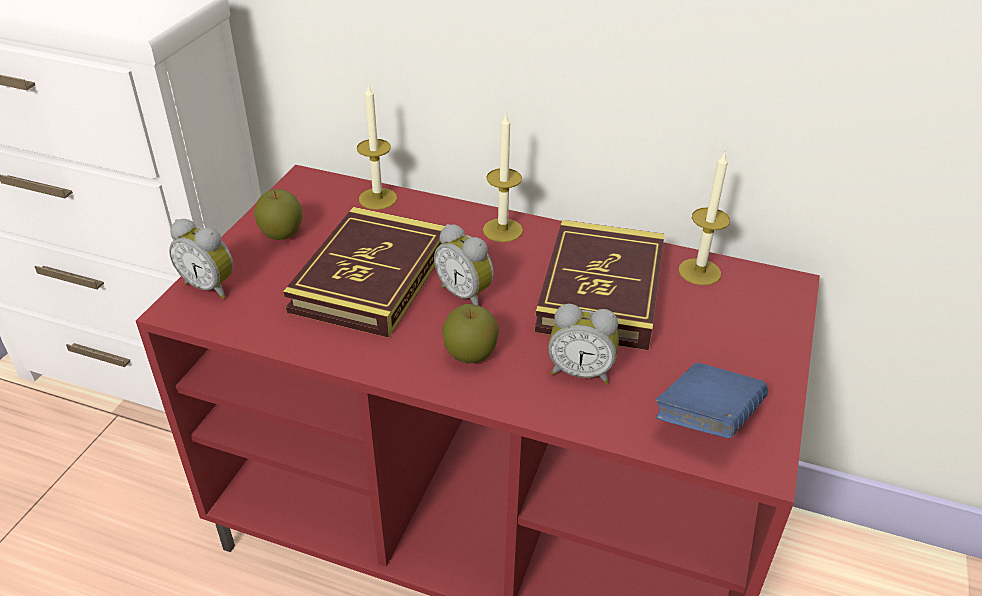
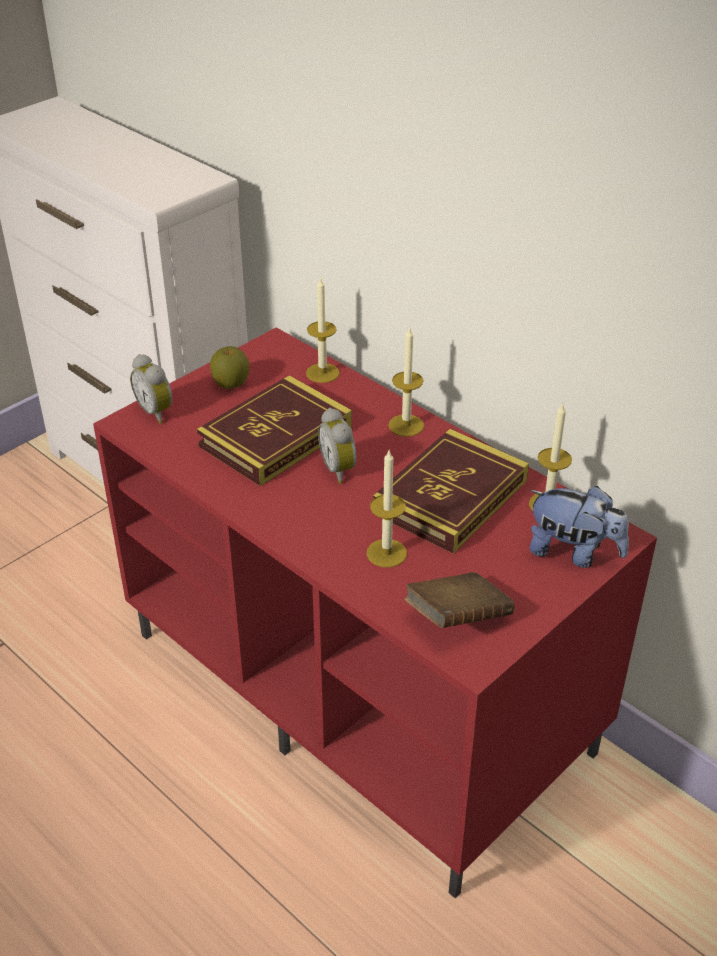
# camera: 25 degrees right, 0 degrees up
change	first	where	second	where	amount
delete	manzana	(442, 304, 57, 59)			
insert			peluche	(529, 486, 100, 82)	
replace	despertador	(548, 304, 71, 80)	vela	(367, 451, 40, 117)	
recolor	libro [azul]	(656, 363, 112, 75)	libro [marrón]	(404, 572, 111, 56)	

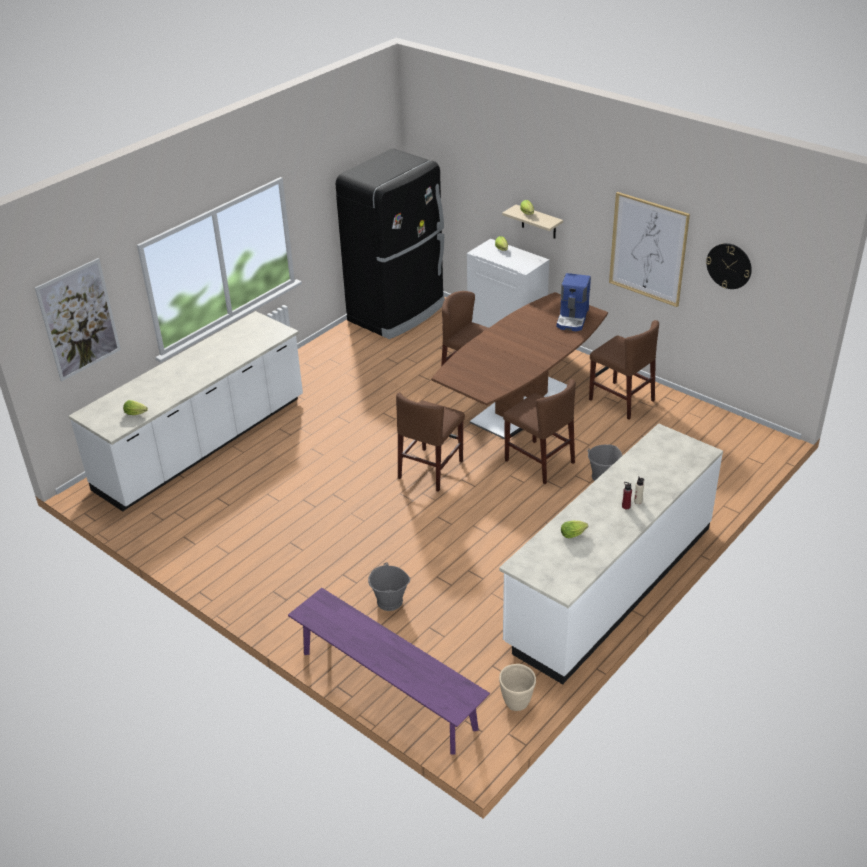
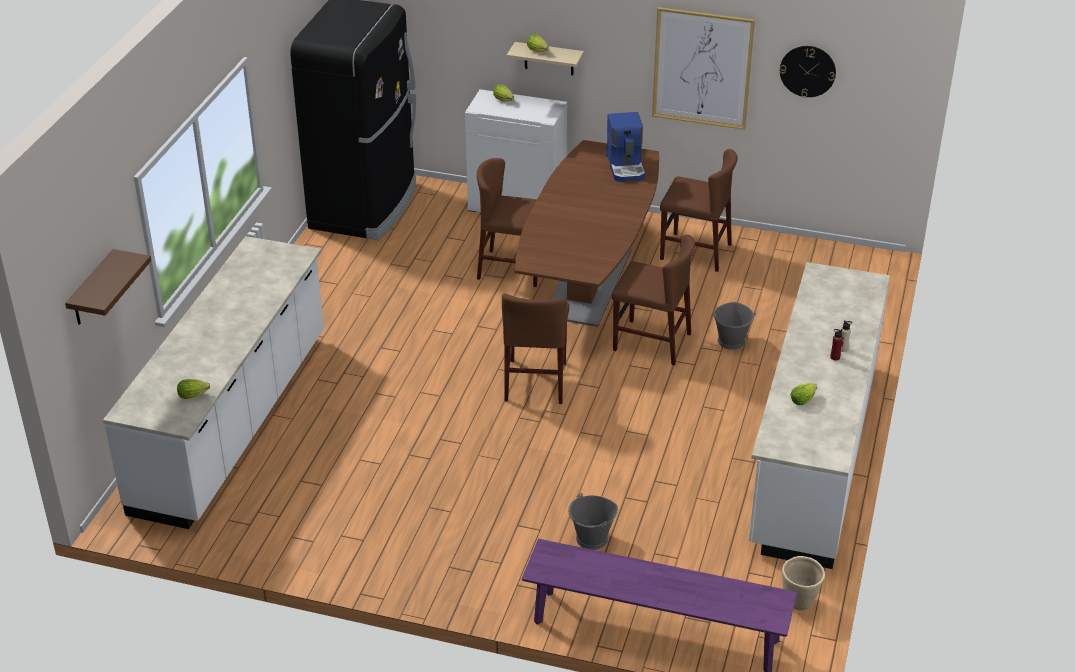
# camera: 25 degrees left, 0 degrees up
change	first	where	second	where	amount
replace	cuadro	(35, 258, 86, 124)	estante [marrón]	(65, 249, 86, 76)	

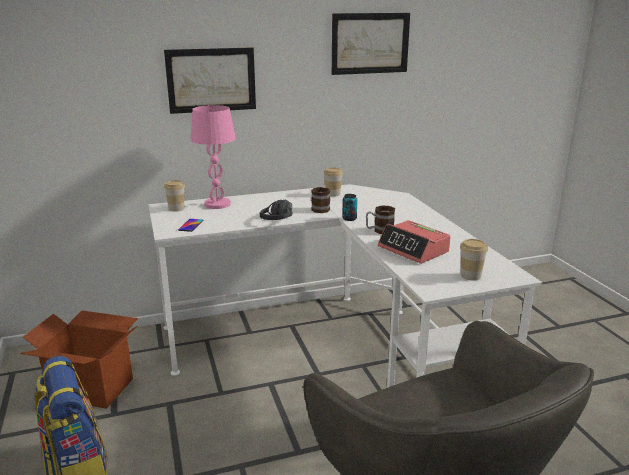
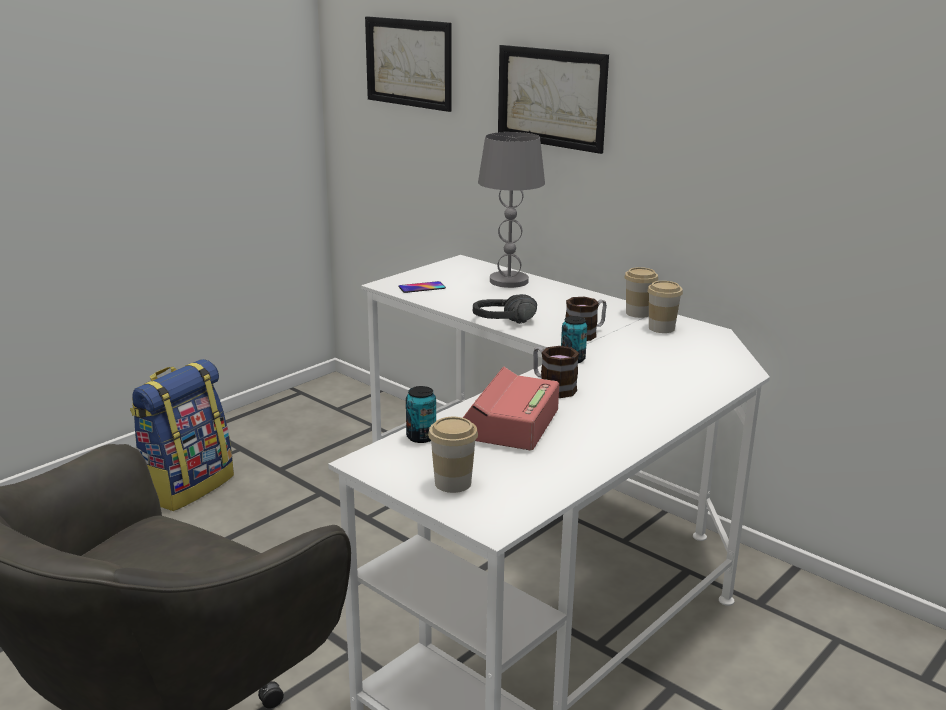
# camera: 60 degrees right, 0 degrees up
change	first	where	second	where	amount
delete	caja de cartón	(20, 310, 118, 99)			
insert			lata	(406, 386, 30, 57)	
move	taza	(164, 180, 21, 32)		(624, 267, 34, 51)	
move	cuadro	(332, 13, 78, 62)		(365, 16, 86, 96)	
recolor	lámpara de mesa [rosa]	(190, 105, 46, 104)	lámpara de mesa [gris]	(478, 132, 67, 156)	

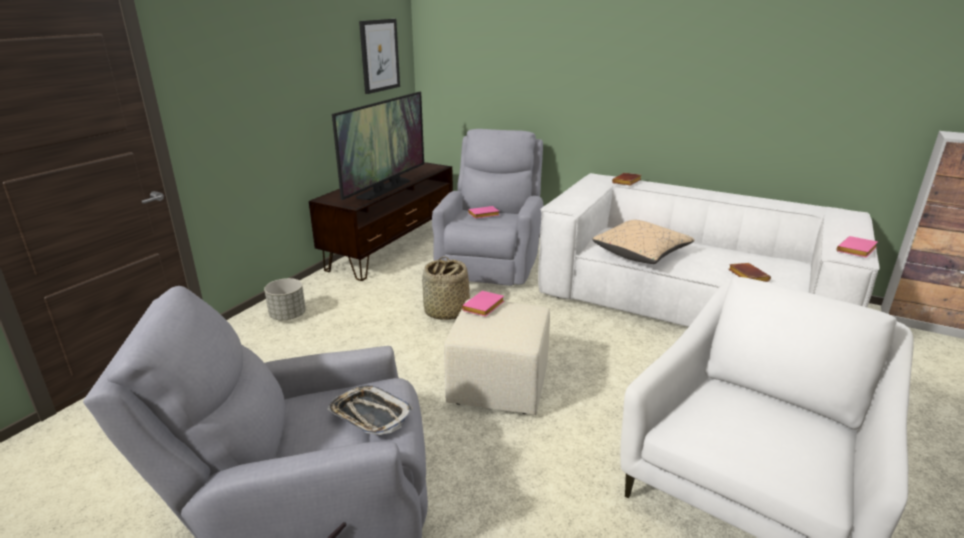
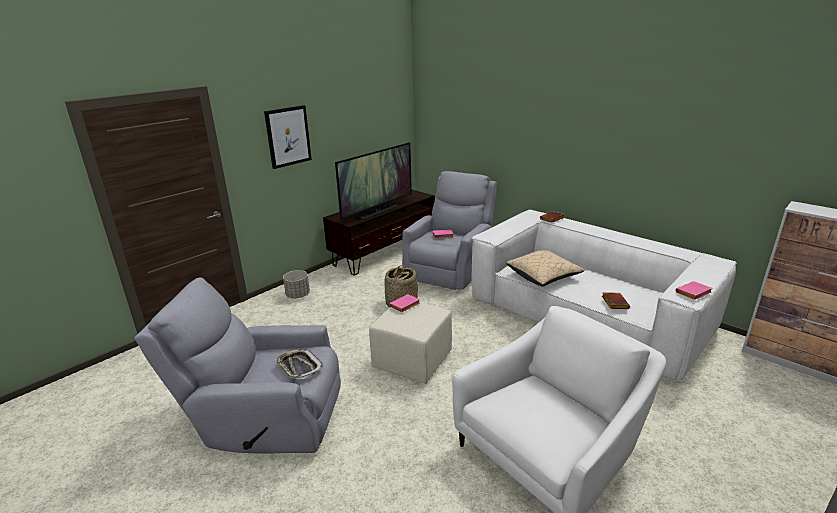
# camera: 15 degrees right, 0 degrees up
change	first	where	second	where	amount
move	cuadro	(359, 19, 41, 75)		(264, 105, 48, 64)	

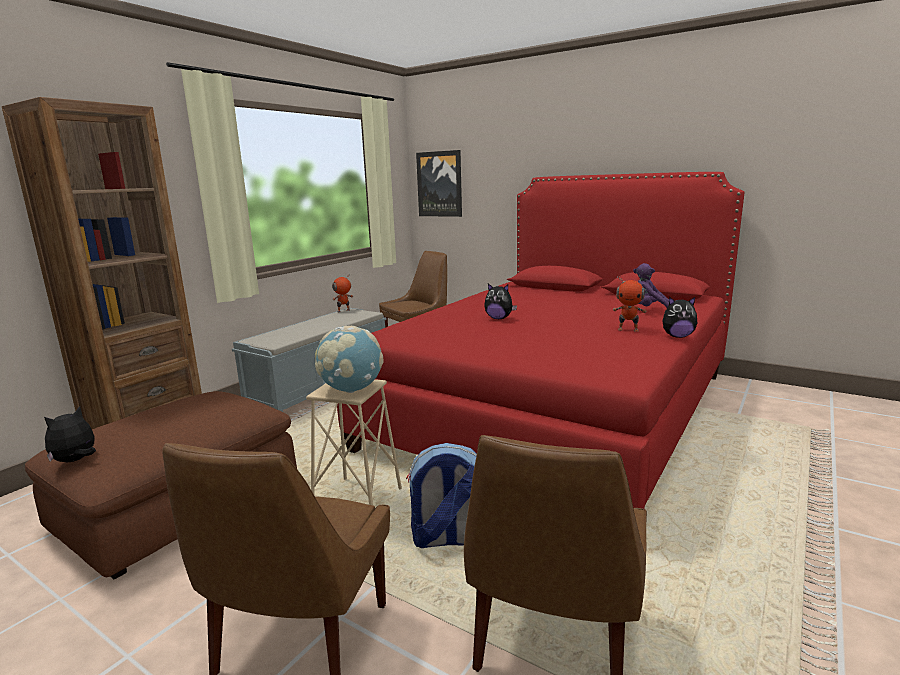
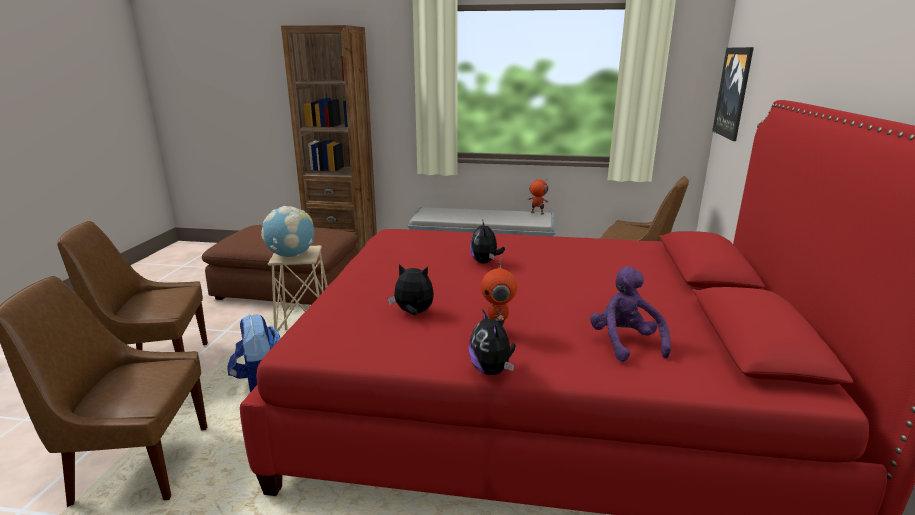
# camera: 65 degrees right, 5 degrees up
change	first	where	second	where	amount
move	peluche	(44, 406, 52, 56)		(388, 264, 46, 51)	

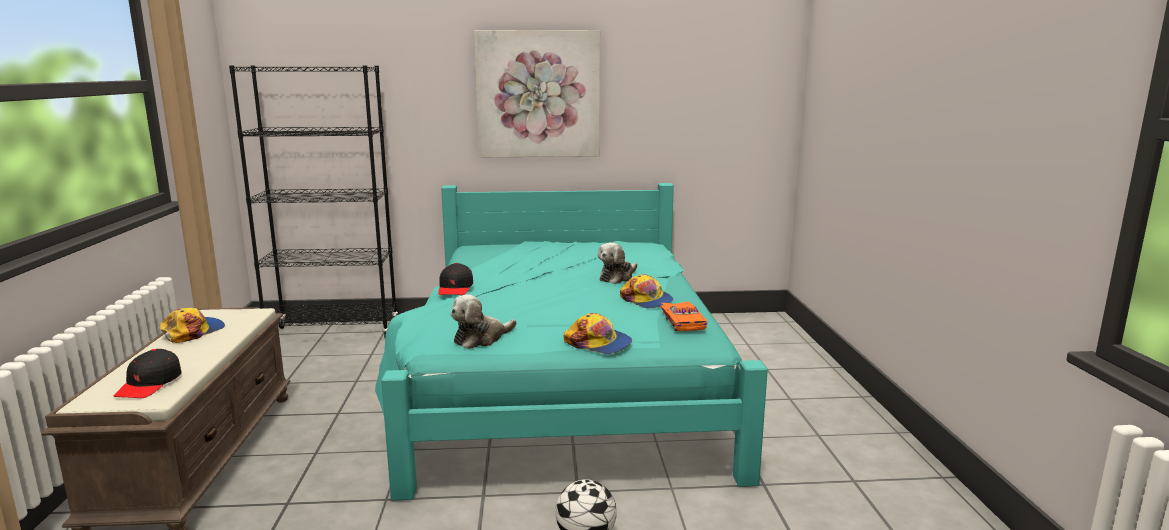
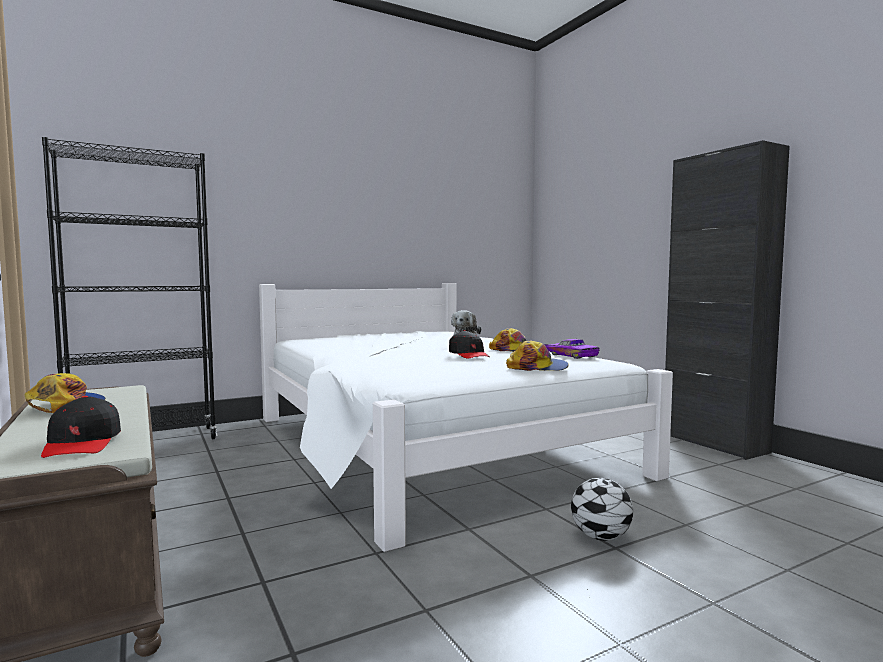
# camera: 25 degrees left, 10 degrees down
change	first	where	second	where	amount
delete	peluche	(450, 294, 66, 55)			
delete	cuadro	(474, 30, 126, 127)			
insert			armario [negro]	(665, 140, 125, 320)	
move	gorra [negro]	(438, 263, 35, 32)		(449, 330, 41, 29)	
recolor	cama [turquesa]	(375, 183, 393, 317)	cama [blanco]	(259, 283, 414, 269)	
recolor	coche de juguete [naranja]	(661, 301, 46, 30)	coche de juguete [morado]	(544, 339, 56, 20)	

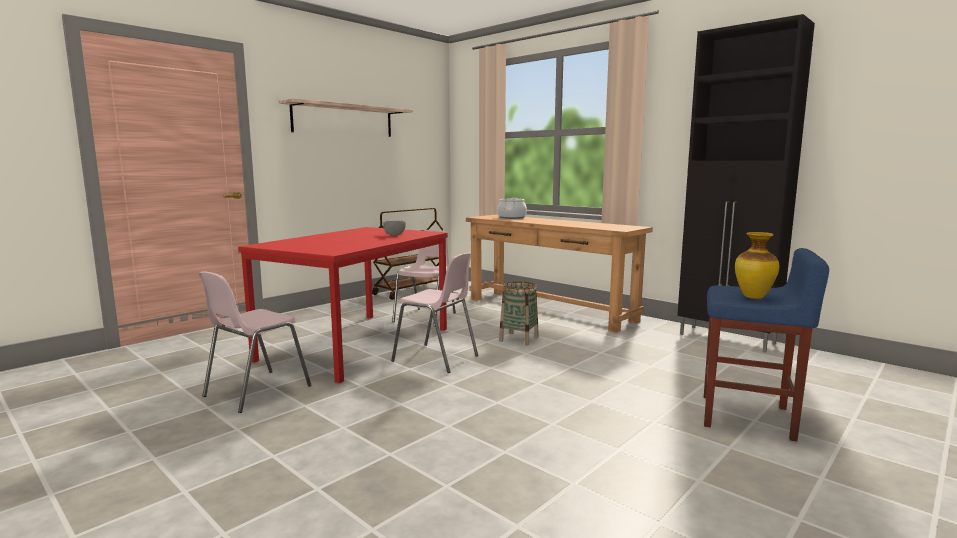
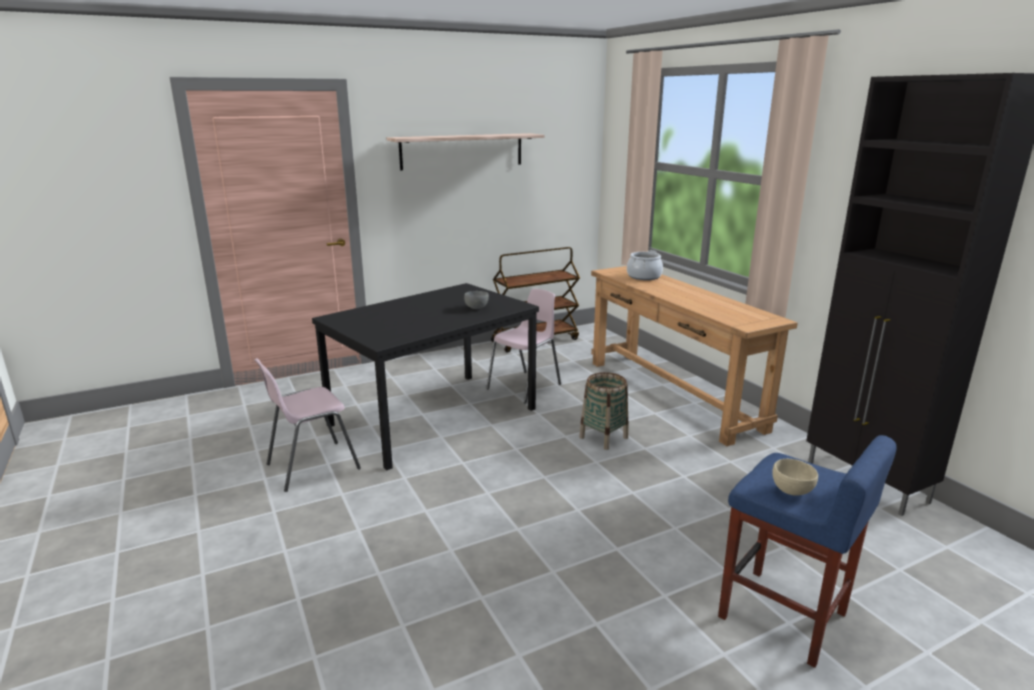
# camera: 20 degrees right, 10 degrees up
change	first	where	second	where	amount
delete	silla [rosa]	(391, 253, 87, 120)			
replace	florero	(735, 232, 44, 67)	cuenco [beis]	(772, 459, 46, 37)	
recolor	mesa de comedor [rojo]	(238, 227, 210, 156)	mesa de comedor [negro]	(312, 283, 227, 187)	

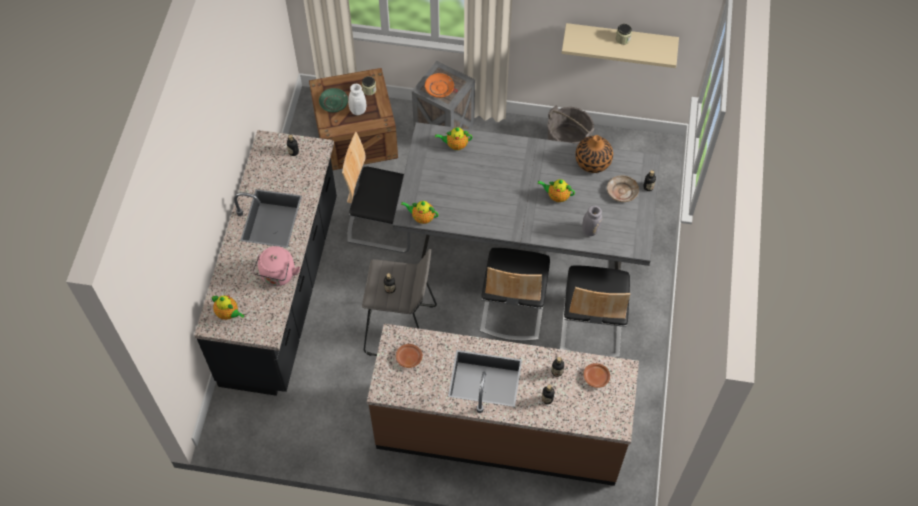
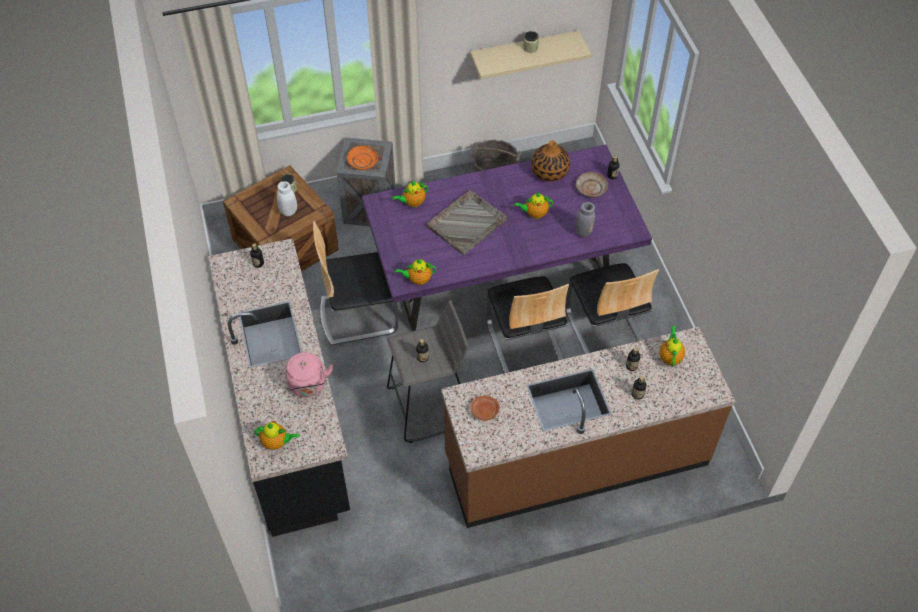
# camera: 25 degrees left, 5 degrees down
change	first	where	second	where	amount
delete	plato [verde]	(319, 88, 29, 24)			
insert			bandeja [gris]	(426, 190, 81, 65)	
replace	plato [marrón]	(583, 363, 27, 25)	tetera	(660, 326, 25, 41)	
recolor	mesa de comedor [gris]	(393, 122, 268, 148)	mesa de comedor [morado]	(362, 145, 290, 186)	

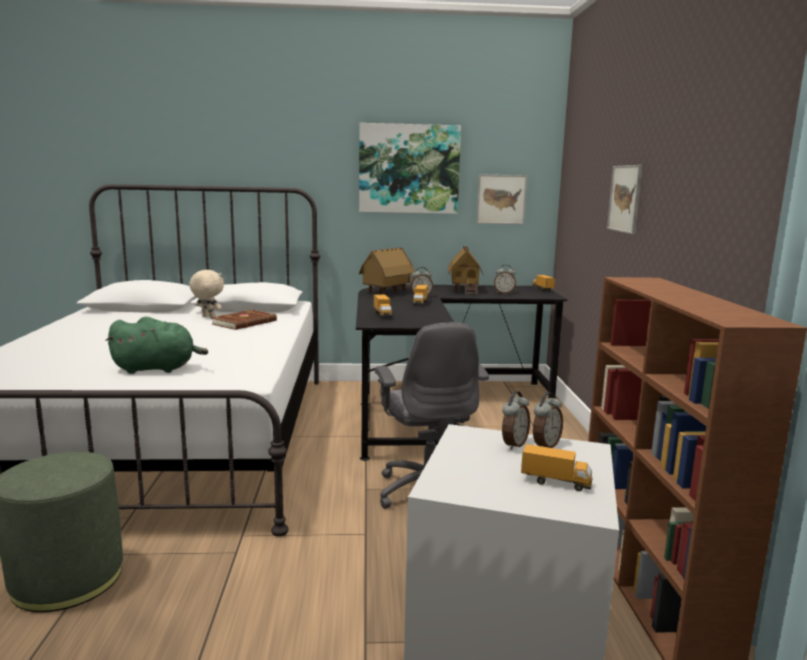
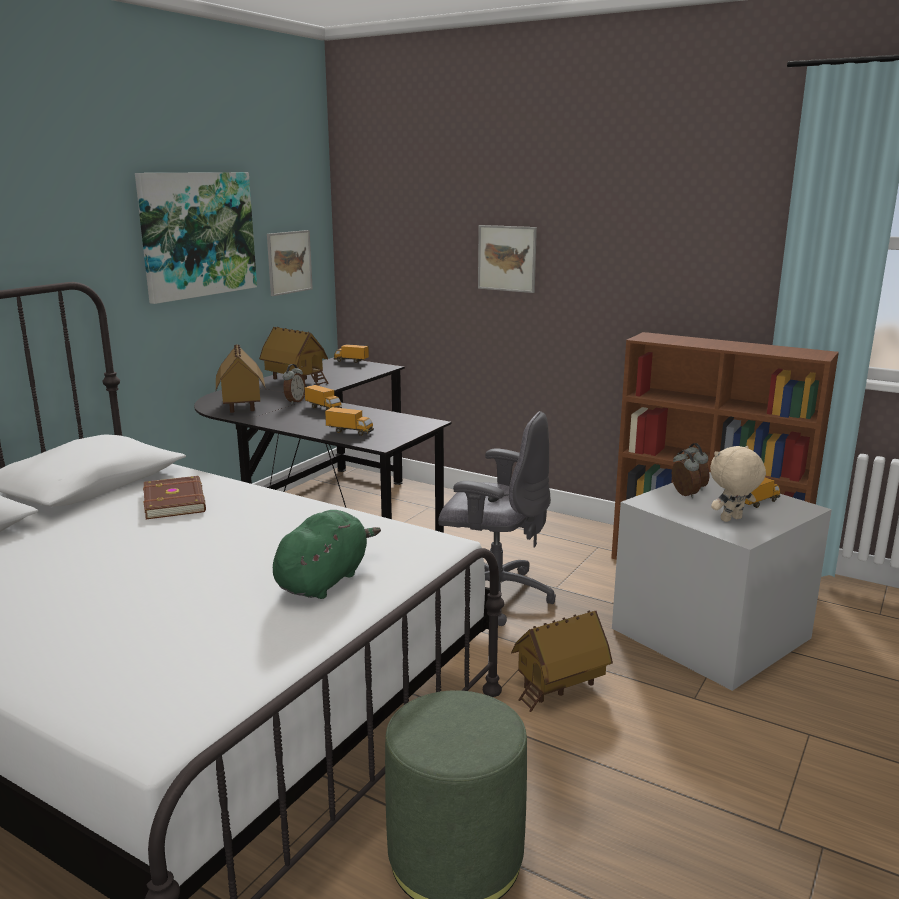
# camera: 55 degrees left, 5 degrees up
change	first	where	second	where	amount
delete	despertador	(494, 265, 22, 29)			
insert			casita	(511, 610, 102, 102)	
move	peluche [beis]	(189, 270, 35, 48)		(710, 446, 56, 76)	

